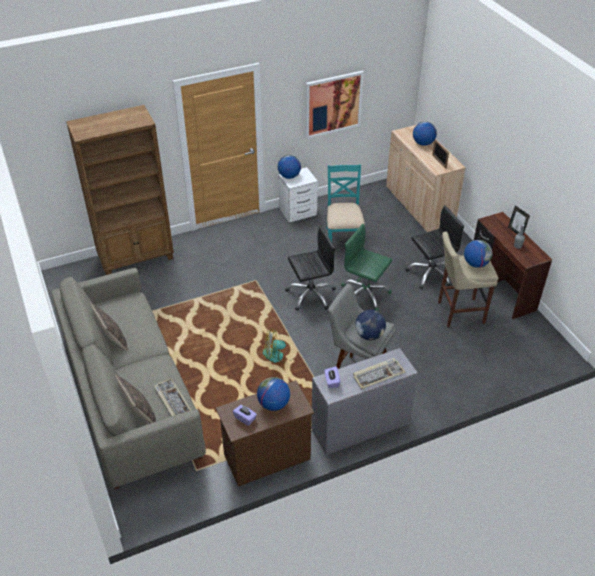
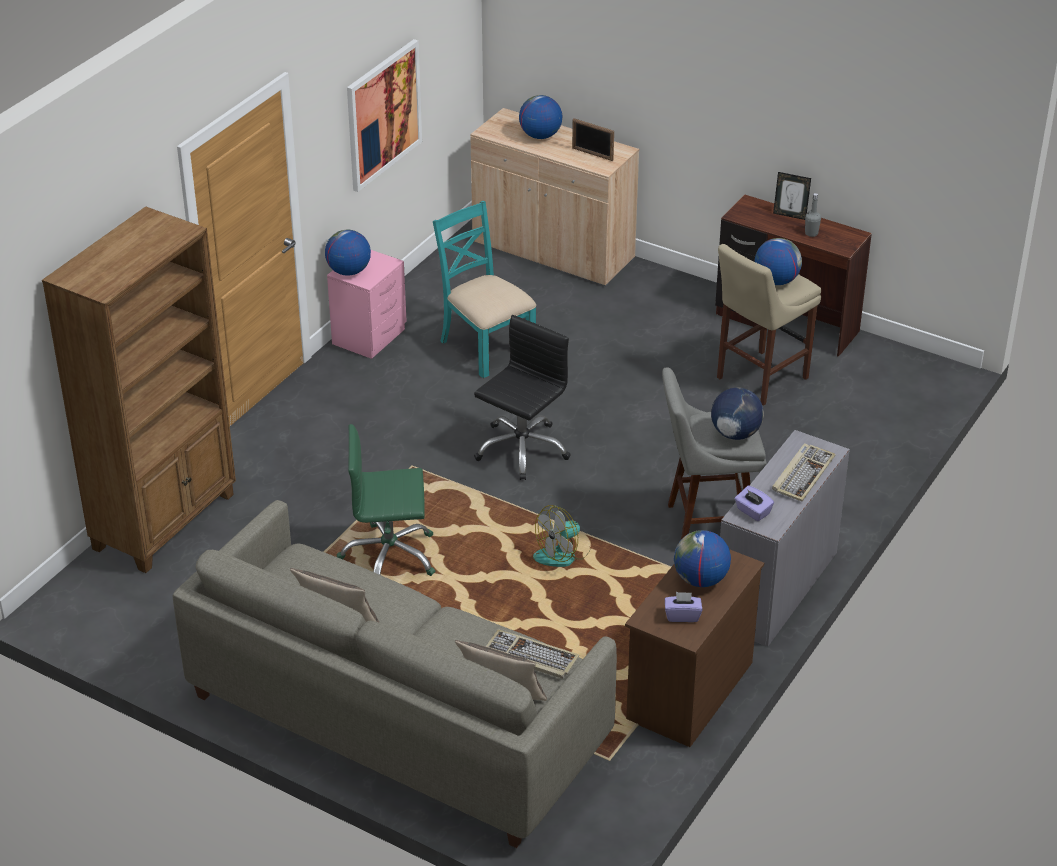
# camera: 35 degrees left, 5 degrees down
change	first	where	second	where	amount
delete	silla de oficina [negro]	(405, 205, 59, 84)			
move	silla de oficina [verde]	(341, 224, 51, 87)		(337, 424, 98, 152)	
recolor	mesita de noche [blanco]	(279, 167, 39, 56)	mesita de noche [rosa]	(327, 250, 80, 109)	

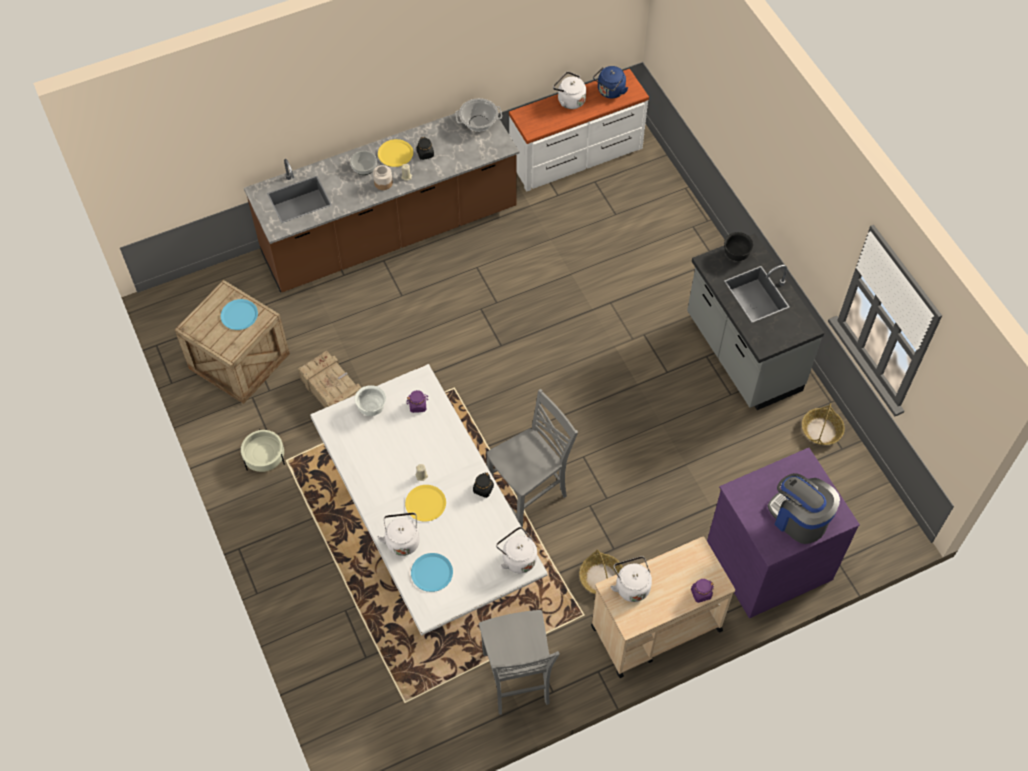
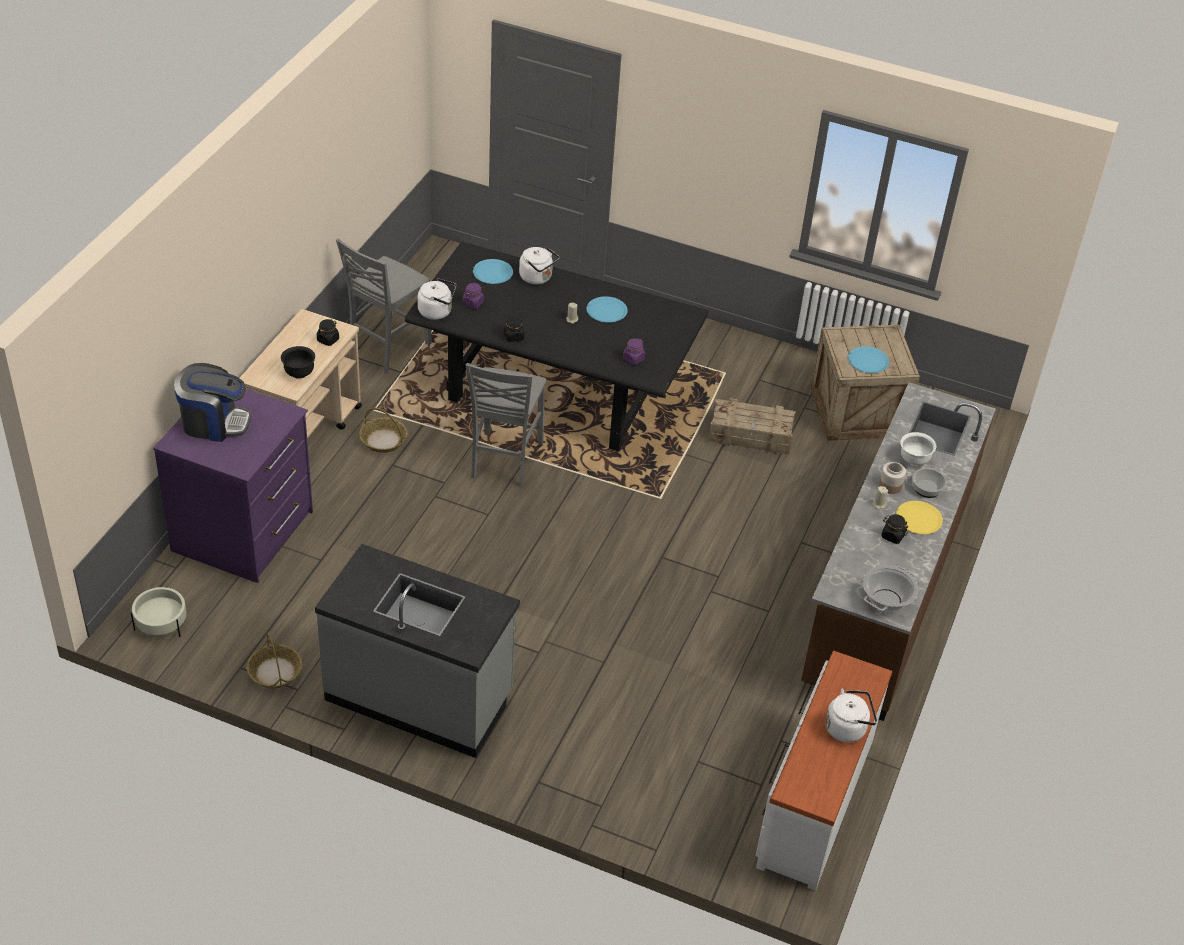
# camera: 135 degrees right, 15 degrees down
change	first	where	second	where	amount
delete	plato [amarillo]	(405, 485, 41, 36)			
delete	hervidor [azul]	(593, 66, 35, 32)			
insert			plato [azul]	(586, 296, 42, 26)	
move	maceta [beis]	(241, 429, 44, 43)		(131, 586, 55, 51)	
move	cuenco [blanco]	(355, 385, 31, 31)		(900, 432, 36, 34)	
move	tarro [morado]	(691, 579, 23, 24)		(463, 283, 21, 26)	
move	cuenco [negro]	(724, 232, 29, 29)		(281, 346, 34, 33)	
replace	hervidor [blanco]	(611, 556, 41, 46)	tarro [negro]	(317, 319, 22, 27)	
recolor	mesa de comedor [blanco]	(310, 364, 237, 271)	mesa de comedor [negro]	(405, 241, 303, 210)	
rotate	silla [gris]	(479, 610, 81, 105)		(336, 238, 96, 136)	90 degrees counterclockwise

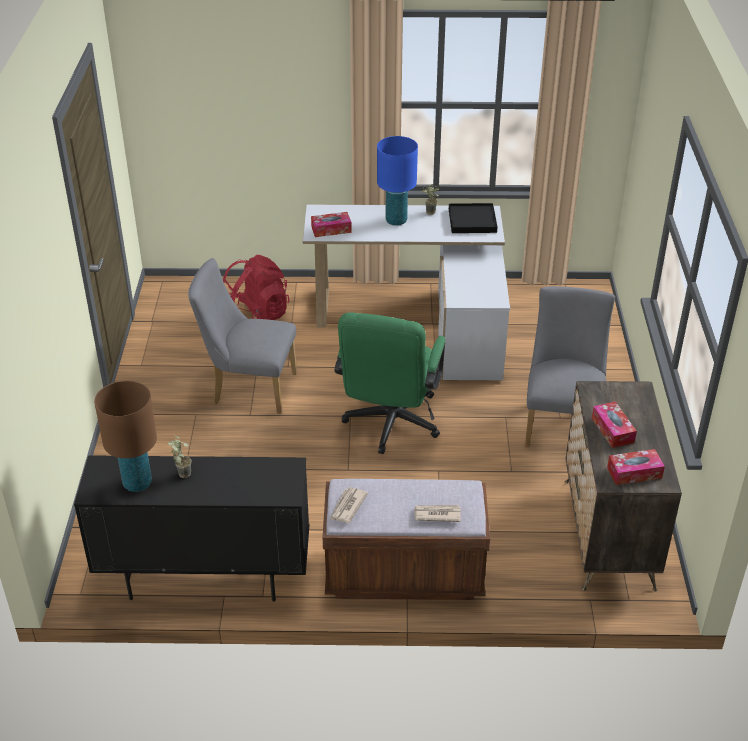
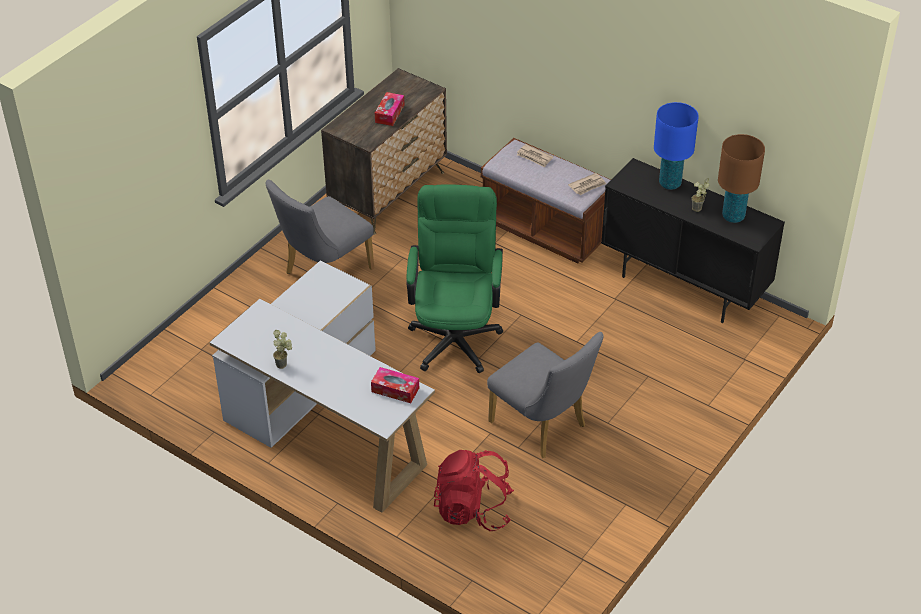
# camera: 145 degrees left, 5 degrees up
change	first	where	second	where	amount
delete	bandeja [negro]	(449, 203, 48, 30)			
delete	caja de pañuelos	(607, 449, 58, 36)			
move	lámpara de mesa [azul]	(377, 136, 41, 90)		(654, 102, 45, 88)	
rotate	silla de oficina [verde]	(334, 312, 112, 142)		(406, 184, 97, 189)	45 degrees counterclockwise

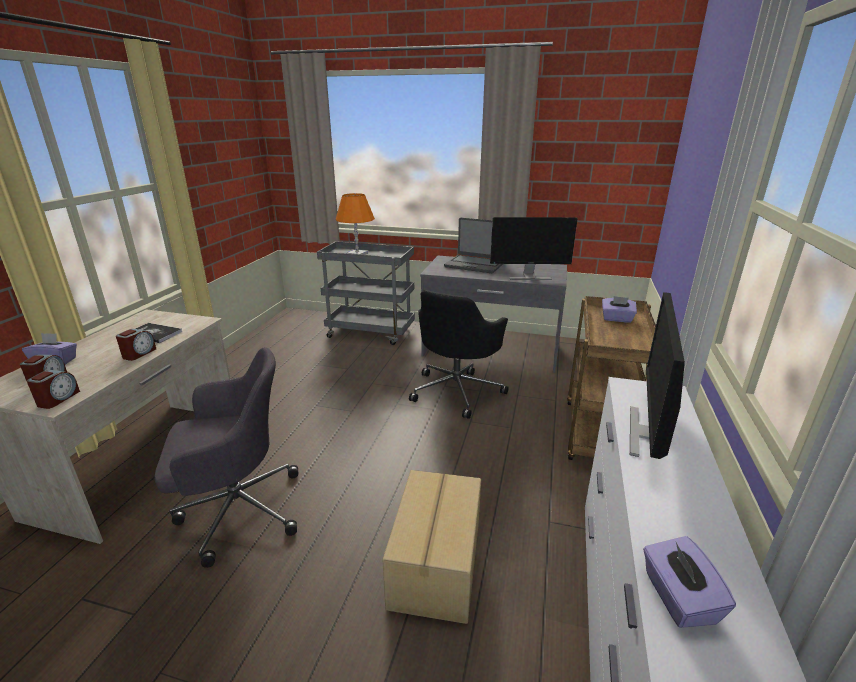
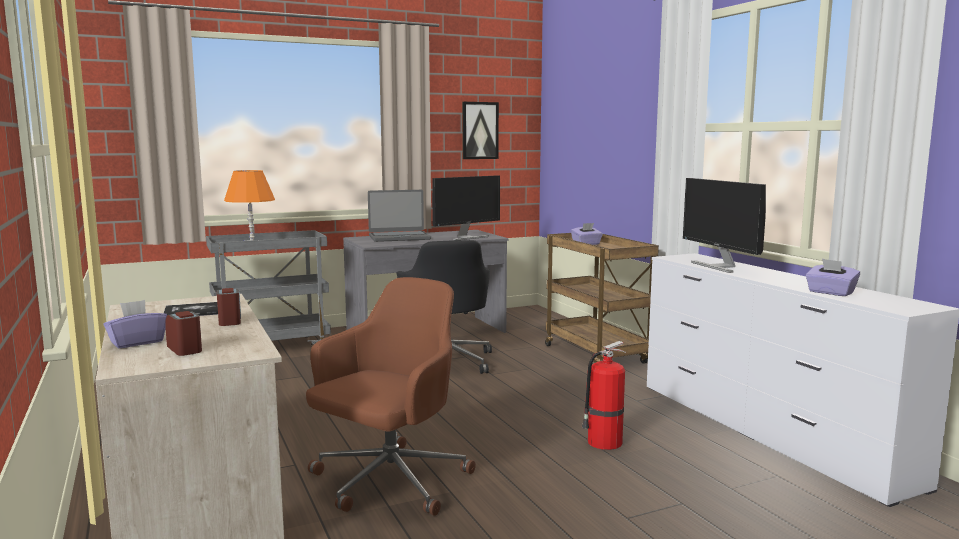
# camera: 40 degrees left, 15 degrees down
change	first	where	second	where	amount
delete	despertador	(27, 370, 53, 39)			
insert			cuadro	(462, 102, 37, 57)	
replace	caja de cartón	(382, 470, 99, 154)	extintor	(582, 341, 44, 109)	
recolor	silla de oficina [gris]	(154, 347, 144, 221)	silla de oficina [marrón]	(306, 277, 170, 239)	

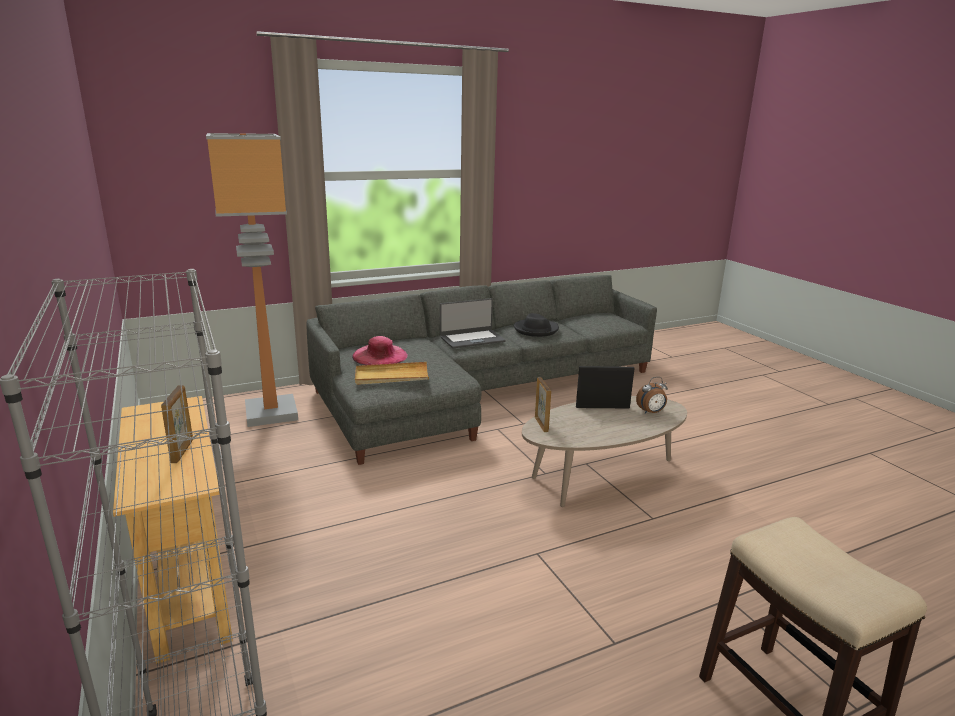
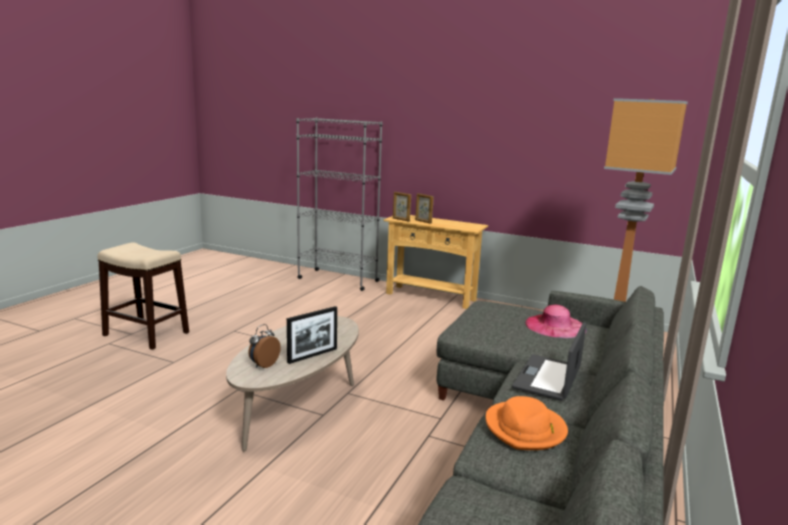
# camera: 140 degrees right, 5 degrees down
change	first	where	second	where	amount
delete	bandeja [beis]	(355, 362, 74, 23)			
move	portarretratos	(535, 377, 16, 55)		(393, 192, 18, 29)	
recolor	sombrero [negro]	(514, 313, 45, 24)	sombrero [naranja]	(486, 396, 82, 54)	

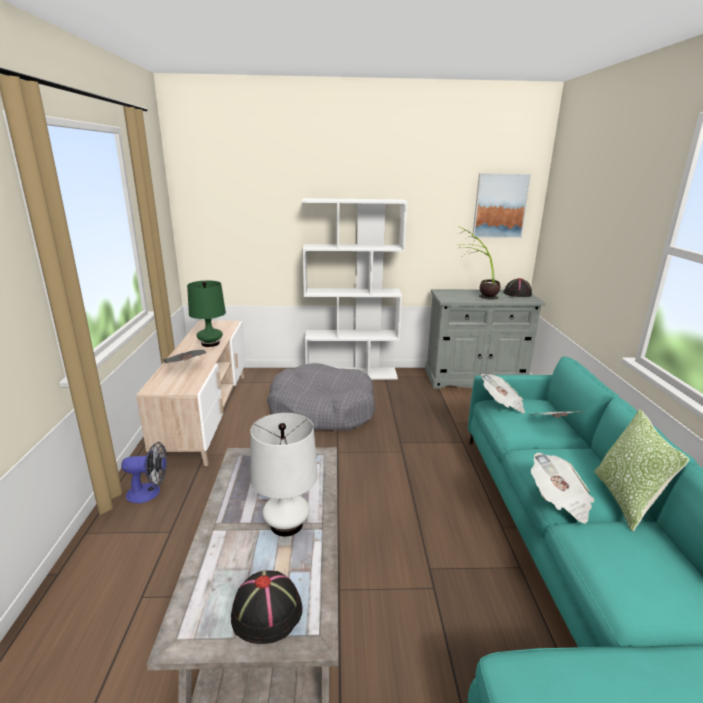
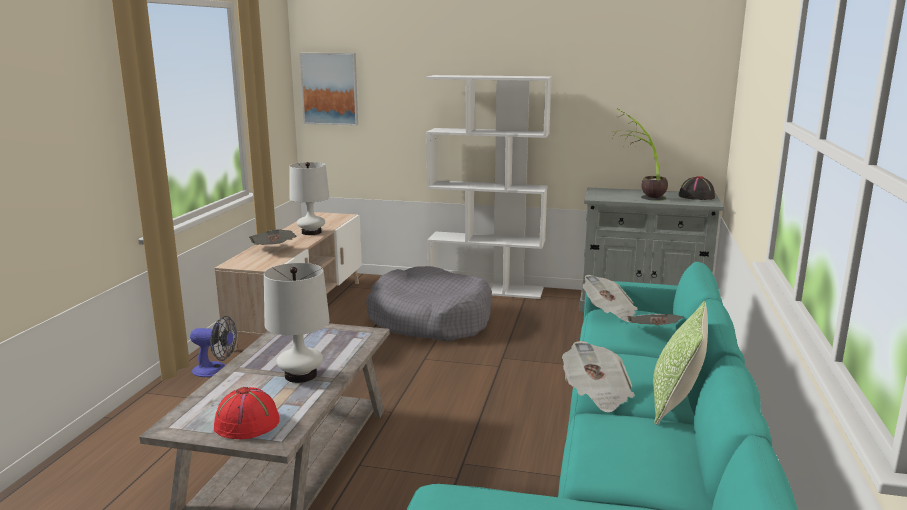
# camera: 15 degrees right, 5 degrees down
change	first	where	second	where	amount
move	cuadro	(472, 173, 59, 65)		(300, 53, 58, 73)	
recolor	lámpara de mesa [verde]	(187, 280, 39, 67)	lámpara de mesa [blanco]	(289, 162, 40, 73)	
recolor	sombrero [negro]	(231, 570, 71, 74)	sombrero [rojo]	(214, 387, 65, 52)	

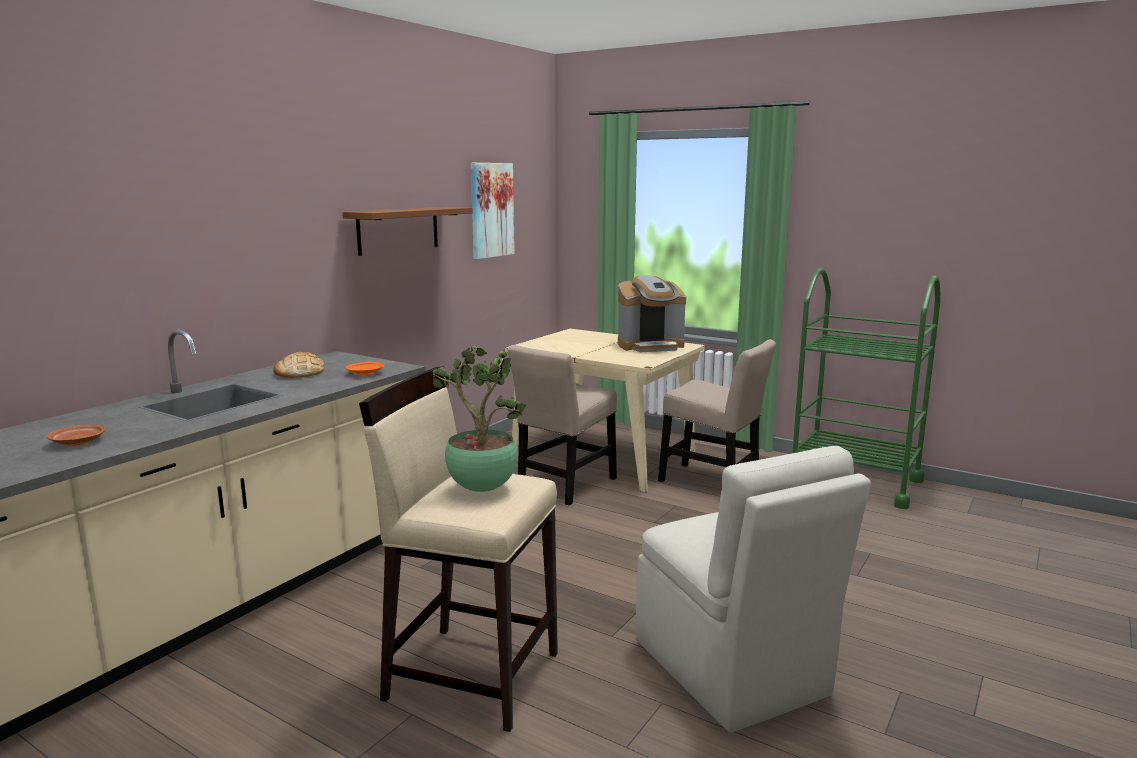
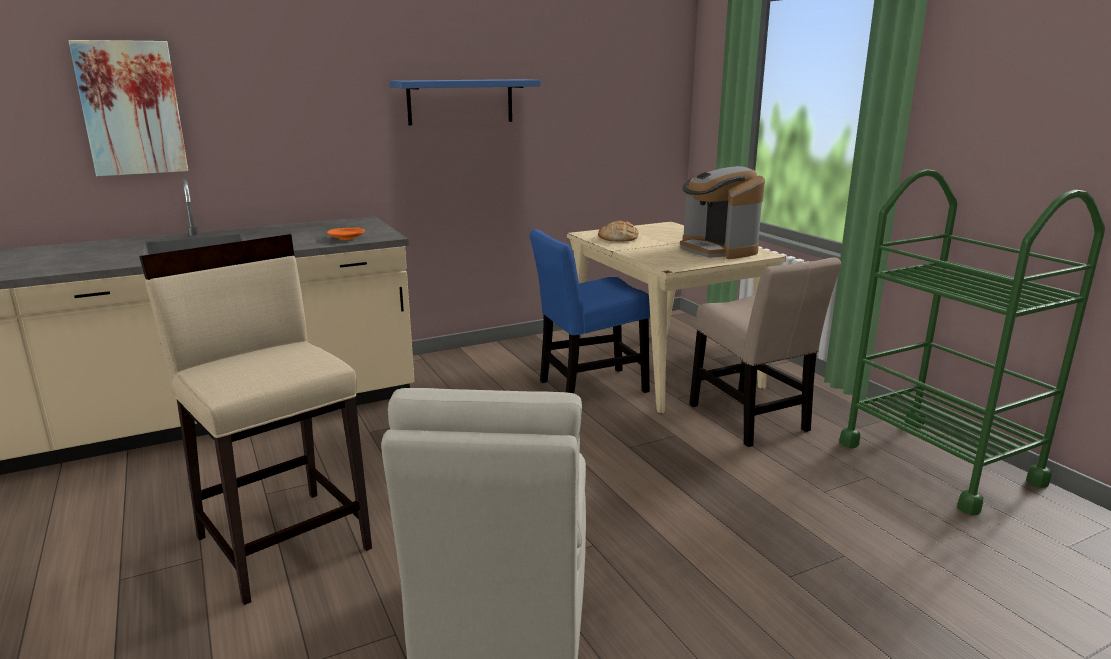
# camera: 30 degrees right, 5 degrees up
change	first	where	second	where	amount
delete	plato [marrón]	(47, 424, 59, 22)			
delete	planta en maceta	(431, 346, 95, 146)			
move	pan	(273, 352, 51, 26)		(598, 221, 41, 20)	
move	cuadro	(471, 163, 44, 96)		(68, 40, 120, 136)	
recolor	estante [marrón]	(343, 207, 130, 49)	estante [azul]	(390, 79, 151, 46)	
recolor	silla [beis]	(508, 345, 109, 161)	silla [azul]	(530, 229, 120, 164)	
rotate	cafetera	(618, 275, 68, 77)		(680, 166, 85, 93)	45 degrees clockwise

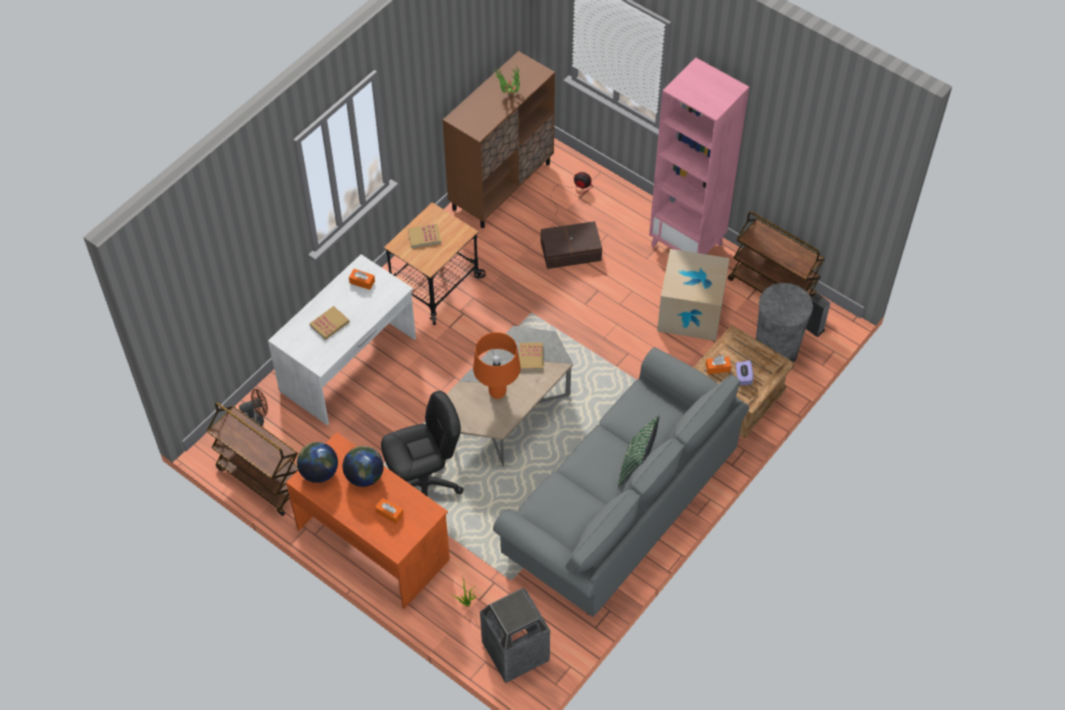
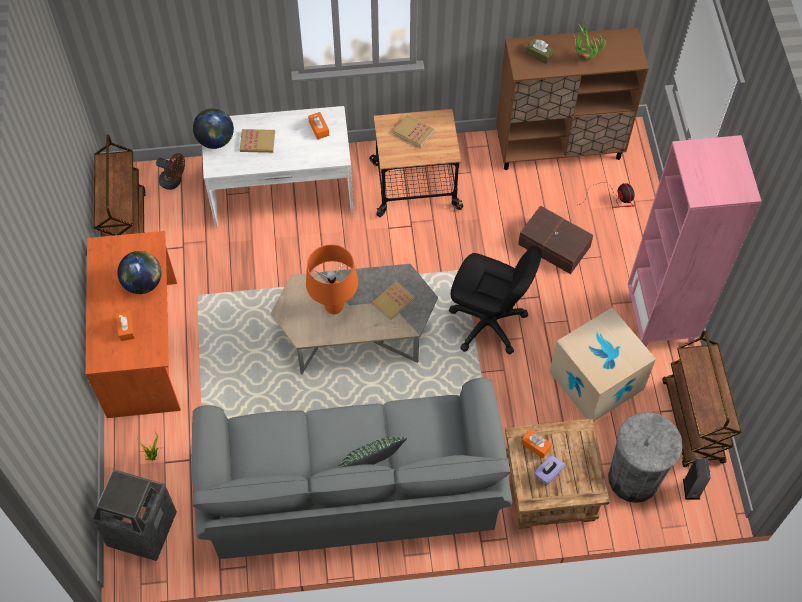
# camera: 45 degrees right, 5 degrees up
change	first	where	second	where	amount
insert			caja de pañuelos [marrón]	(525, 39, 29, 25)	
move	globo terráqueo	(297, 442, 41, 41)		(193, 108, 41, 41)	
move	silla de oficina [negro]	(381, 391, 83, 106)		(449, 246, 93, 108)	

